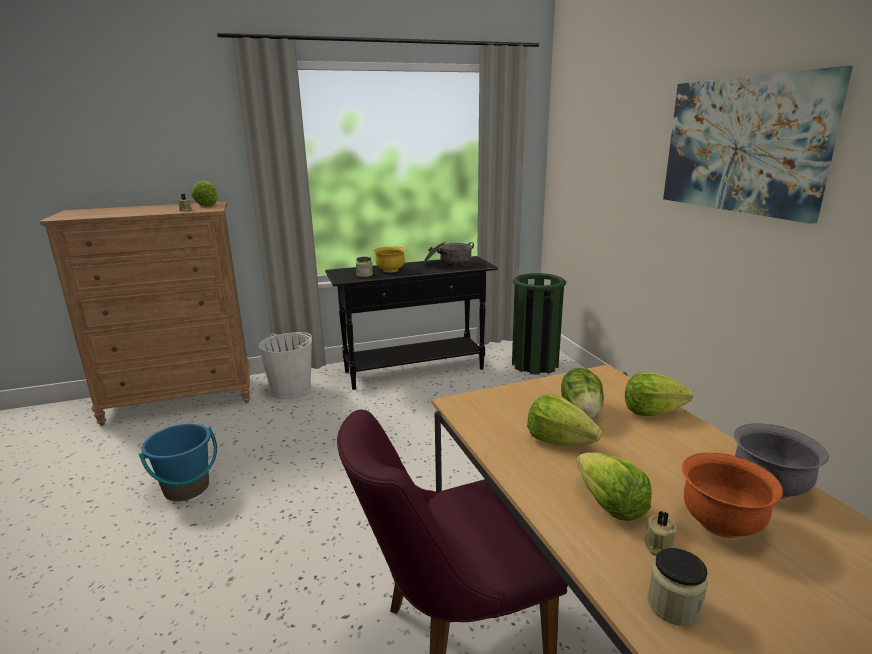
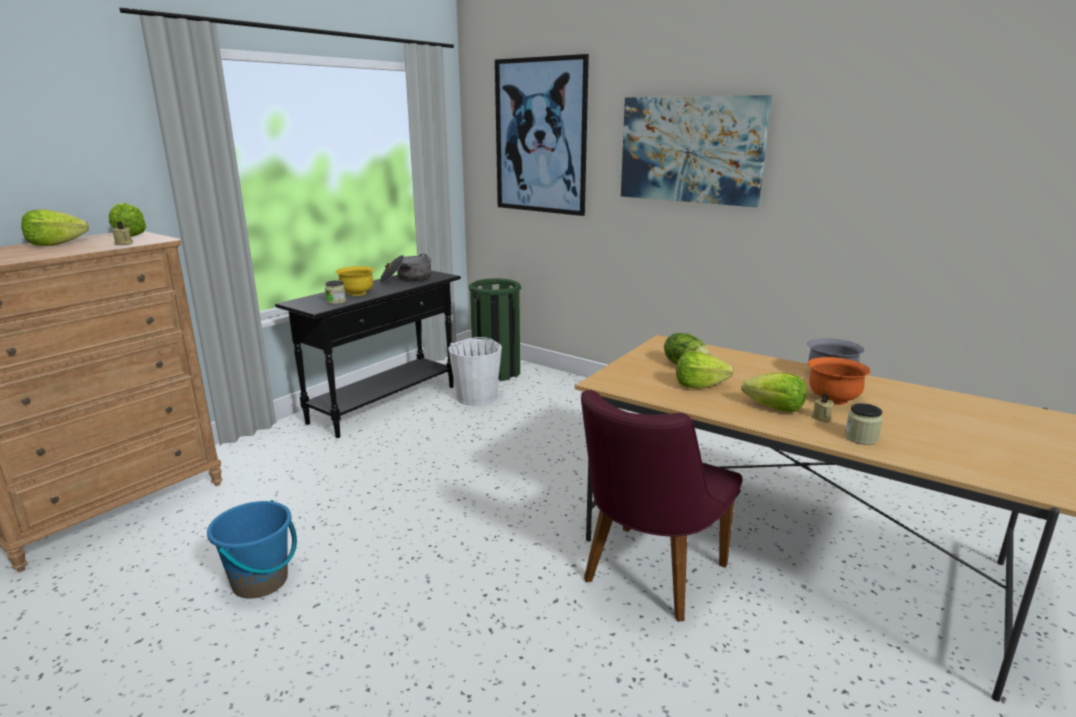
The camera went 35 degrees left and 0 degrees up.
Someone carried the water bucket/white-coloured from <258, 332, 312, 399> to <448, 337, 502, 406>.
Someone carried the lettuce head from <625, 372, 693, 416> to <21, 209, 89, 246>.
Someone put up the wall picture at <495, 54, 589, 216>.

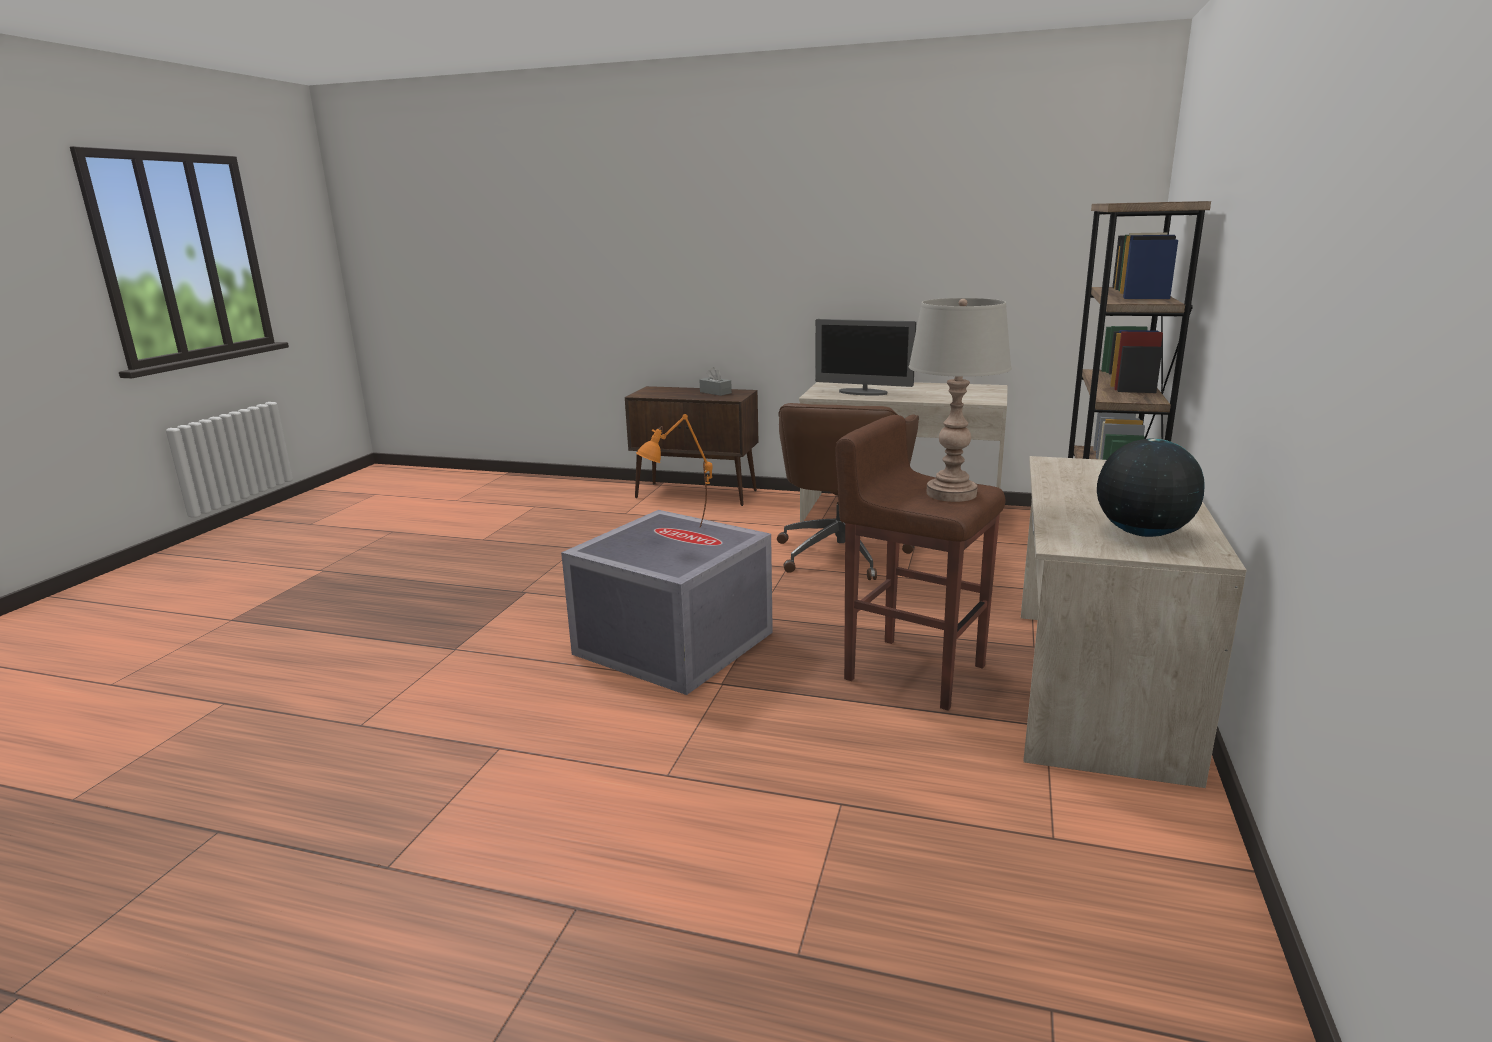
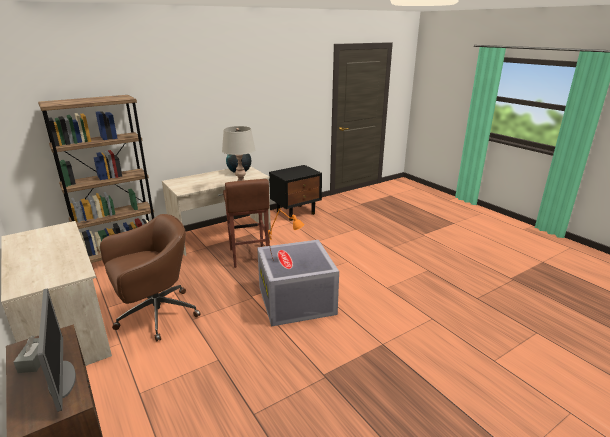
The camera went 140 degrees left and 5 degrees up.
Someone carried the monitor from <815, 319, 916, 396> to <37, 288, 76, 412>.
Someone put down the bedside table/black-coloured at <269, 165, 322, 221>.

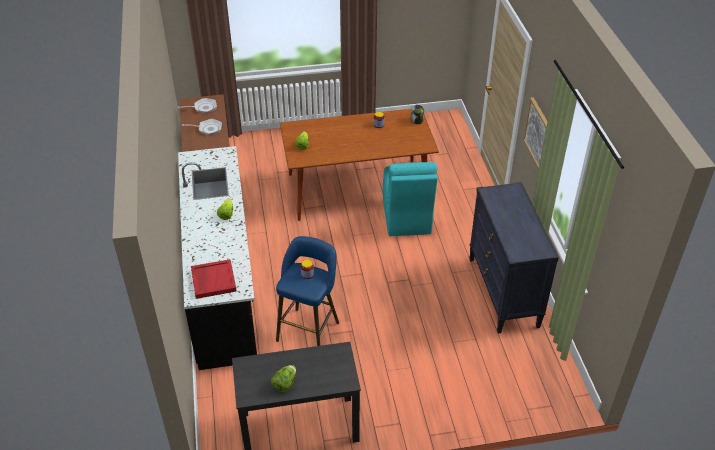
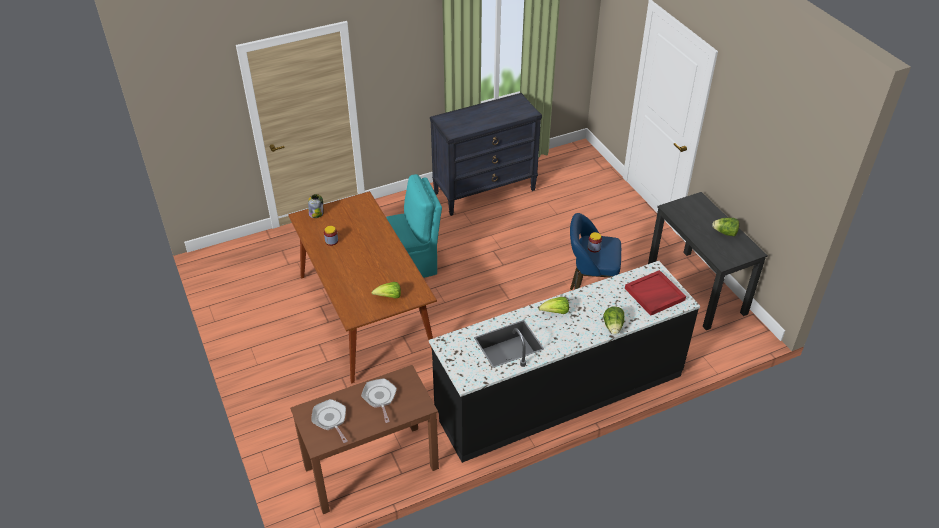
The camera went 105 degrees left and 0 degrees up.
Someone took away the wall picture at <523, 97, 547, 169>.
Someone put down the lettuce head at <603, 306, 625, 335>.

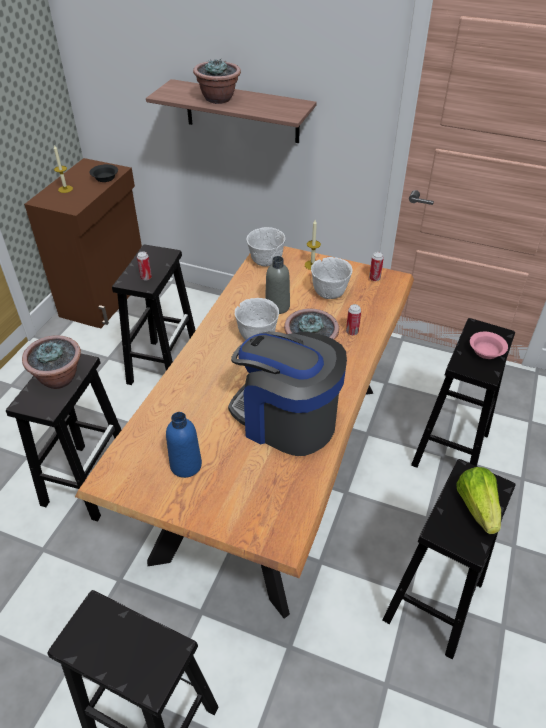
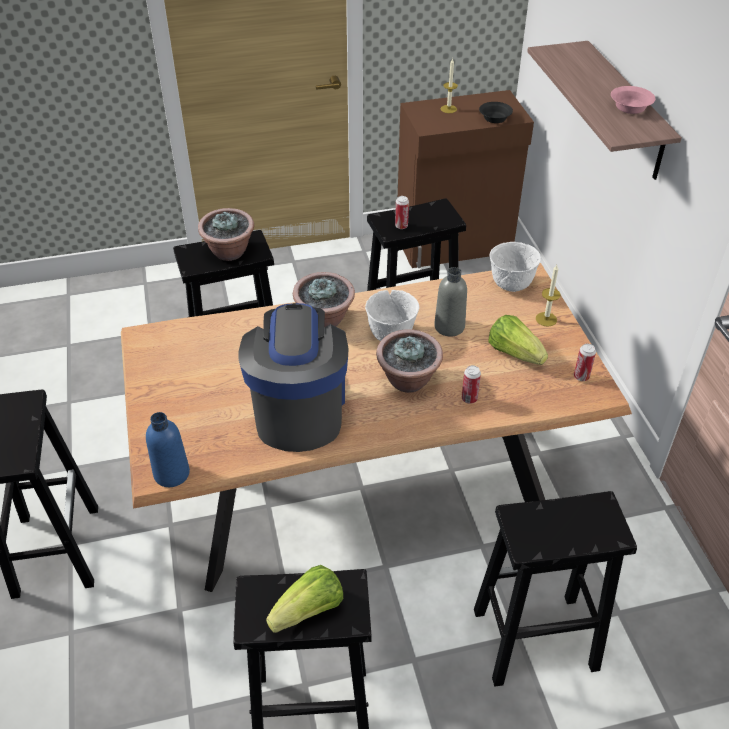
The camera went 55 degrees right and 0 degrees up.
Someone carried the beverage bottle/bluish from <166, 412, 202, 478> to <146, 412, 190, 487>.
Someone carried the plant in a pot from <193, 59, 241, 104> to <293, 272, 355, 328>.
Someone swapped the deep dish/white-coloured at <311, 257, 353, 299> for the lettuce head at <488, 315, 548, 365>.
Someone carried the deep dish/pinkish from <470, 332, 508, 359> to <611, 86, 656, 114>.

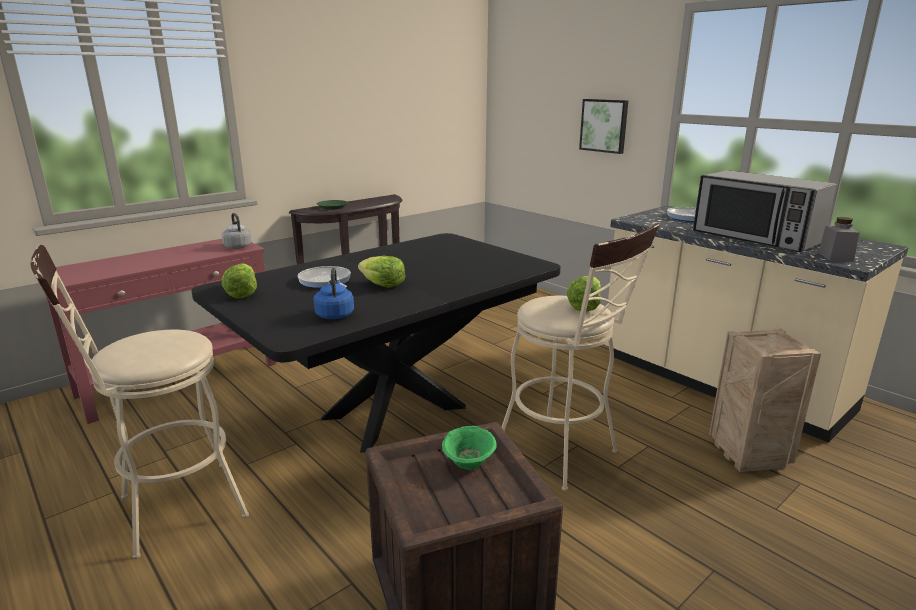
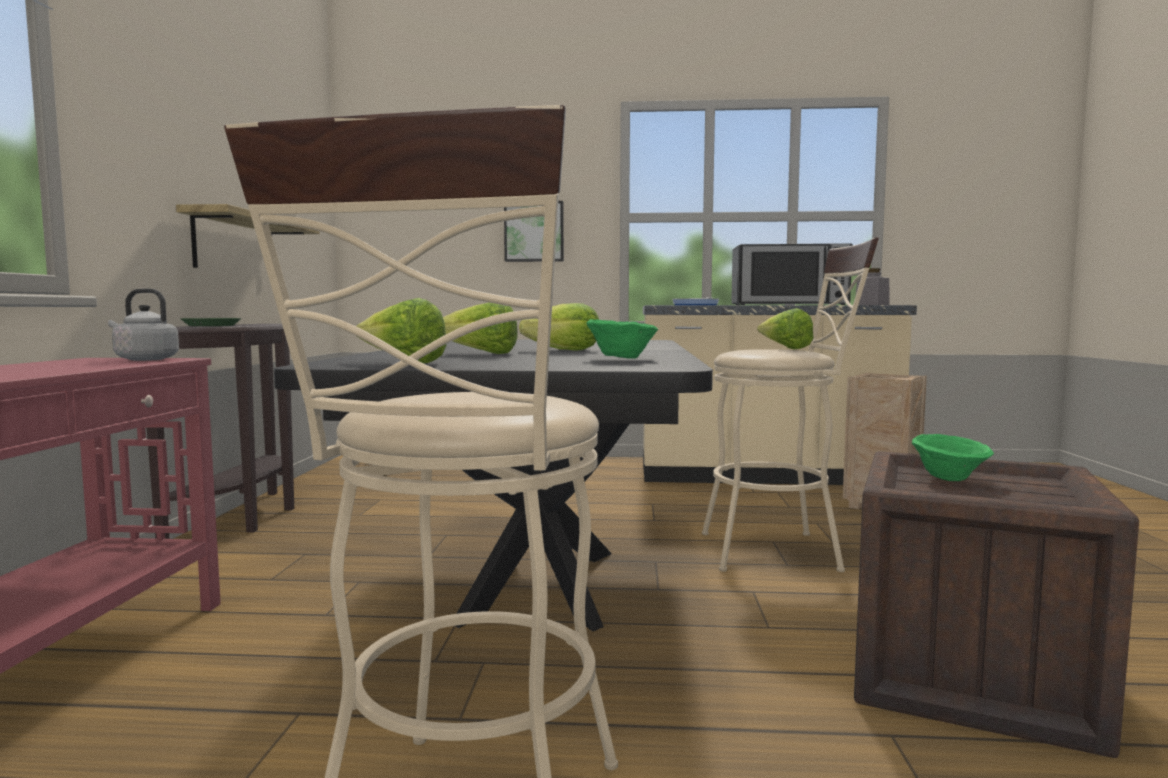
The camera went 45 degrees left and 15 degrees down.
Someone swapped the pan at <298, 266, 351, 288> for the lettuce head at <443, 302, 518, 354>.
Someone swapped the tea kettle/bluish at <314, 268, 354, 319> for the deep dish/green-coloured at <586, 319, 658, 359>.
Someone put up the wall shelf at <176, 204, 320, 268>.

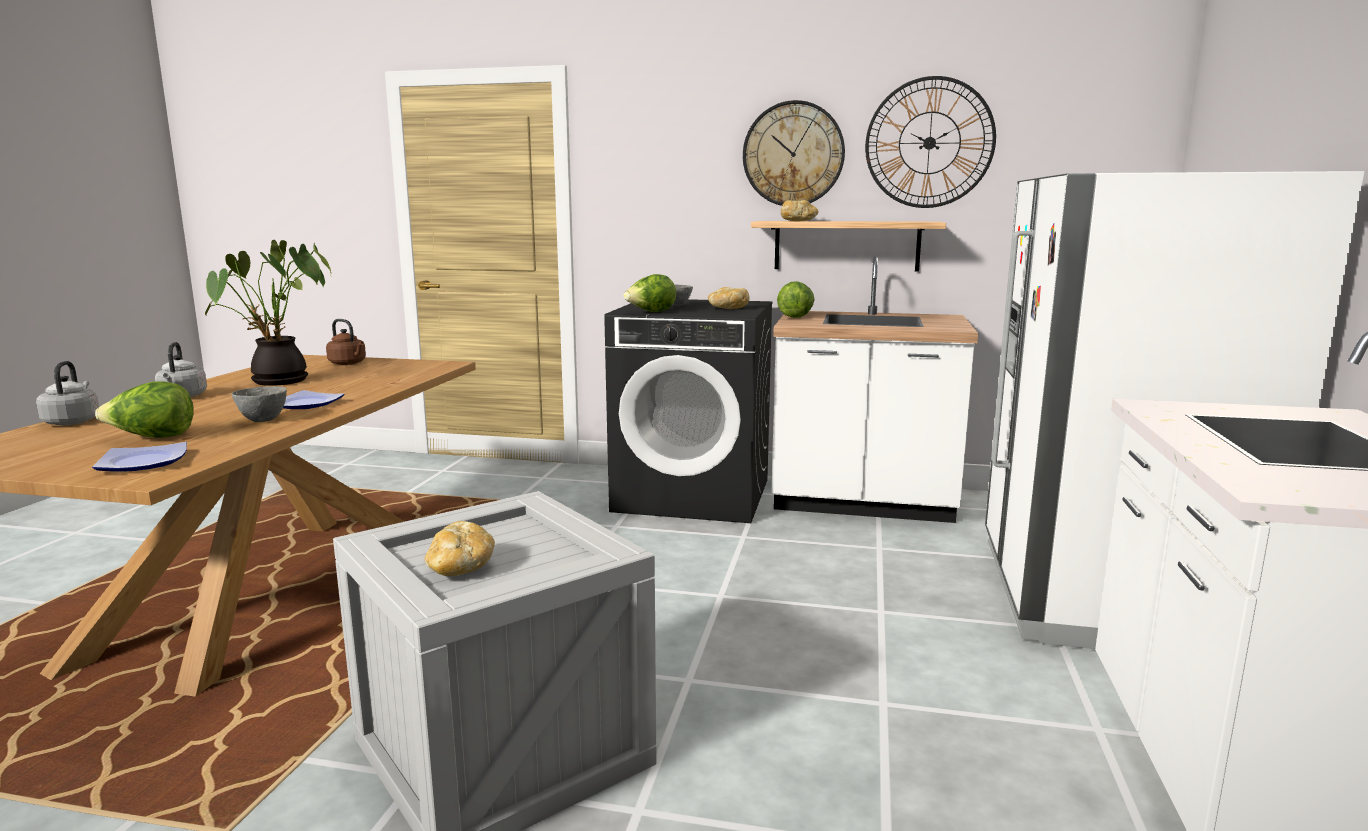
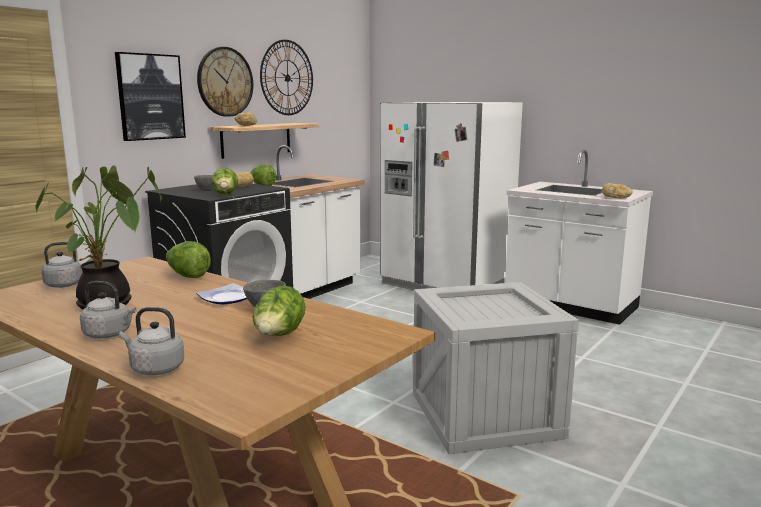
The camera went 65 degrees left and 0 degrees up.
Someone took away the flat dish at <92, 442, 187, 472>.
Someone repainted the tea kettle/brownish at <326, 319, 366, 365>, which became the tea kettle/gray at <42, 242, 93, 288>.
Someone carried the bread from <425, 521, 495, 576> to <602, 183, 633, 199>.
Someone put up the wall picture at <115, 52, 186, 141>.
Someone put down the lettuce head at <166, 241, 211, 278>.

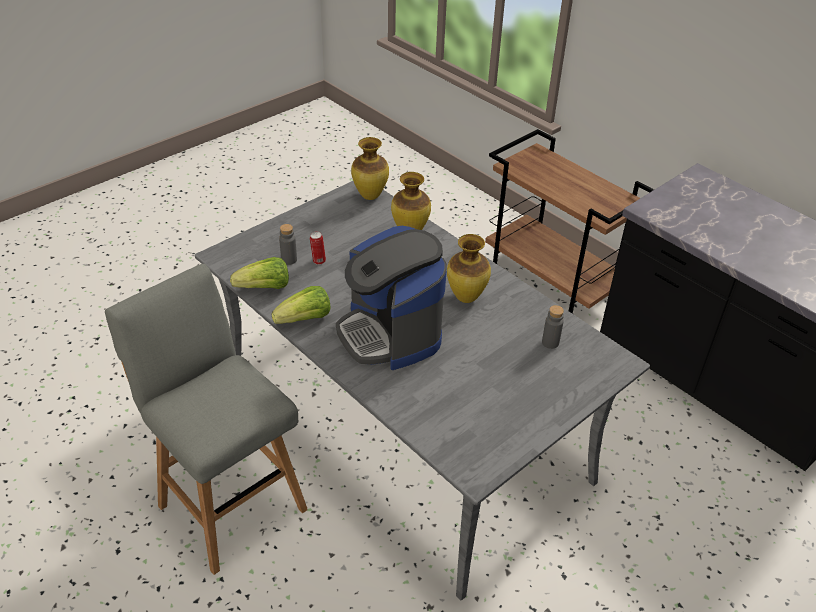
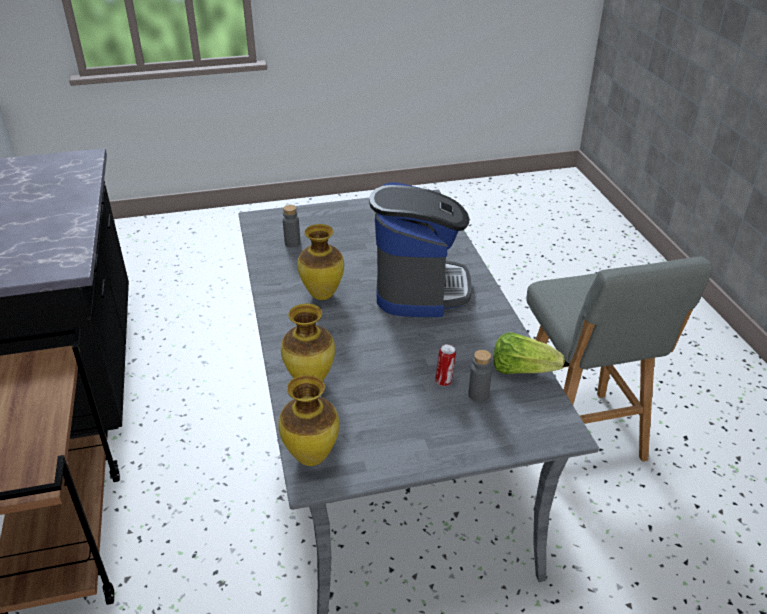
The camera went 150 degrees left and 5 degrees down.
Someone took away the lettuce head at <271, 286, 331, 324>.

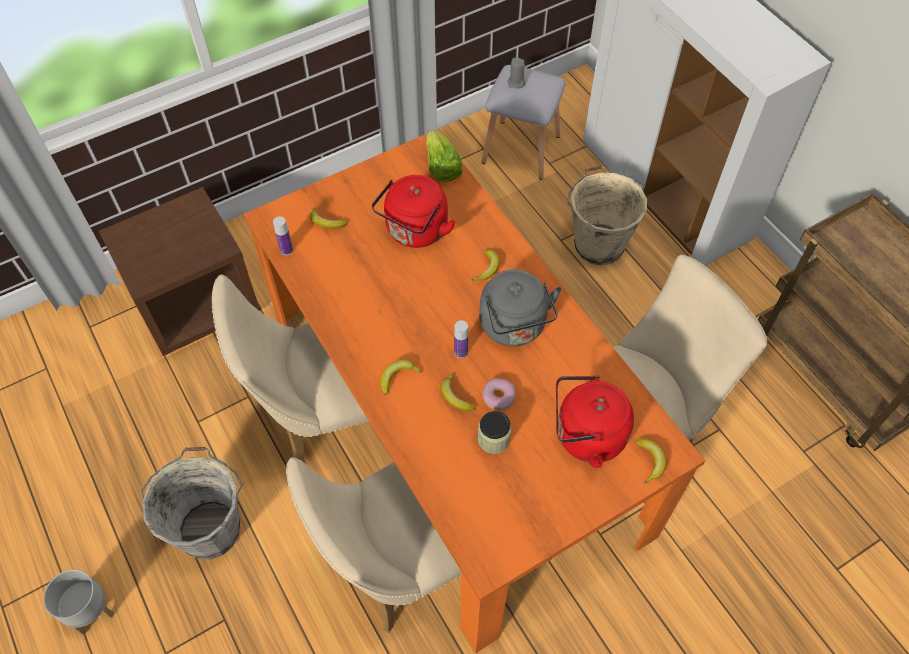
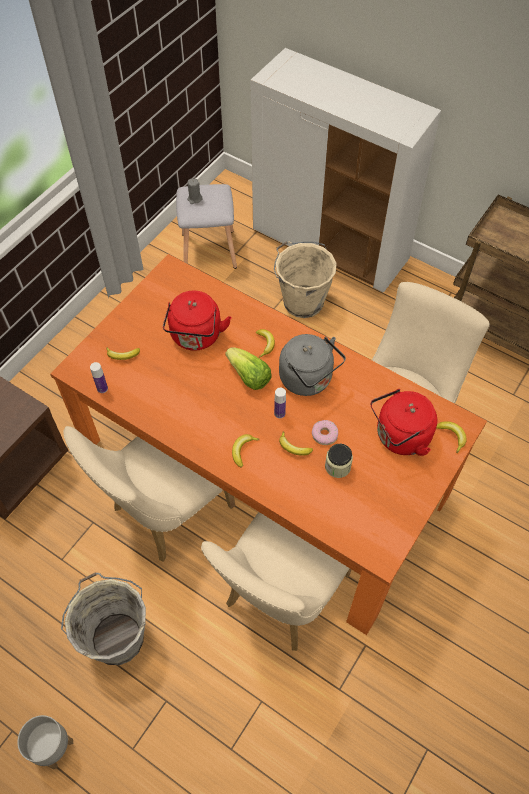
The camera went 25 degrees left and 0 degrees up.
Someone carried the lettuce head from <426, 130, 463, 182> to <226, 347, 272, 390>.

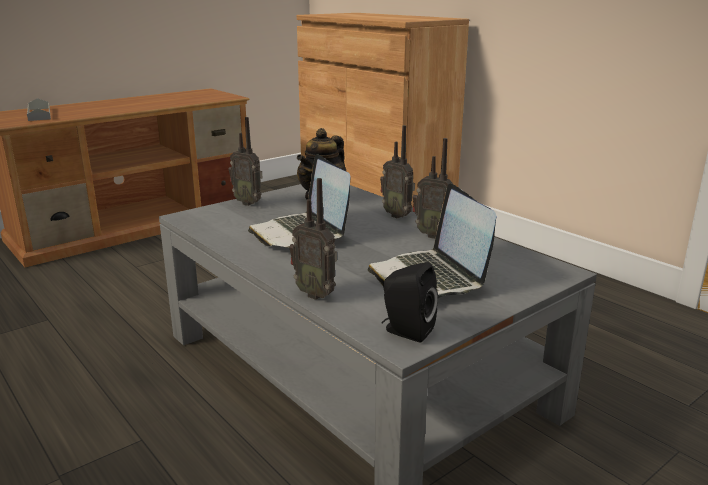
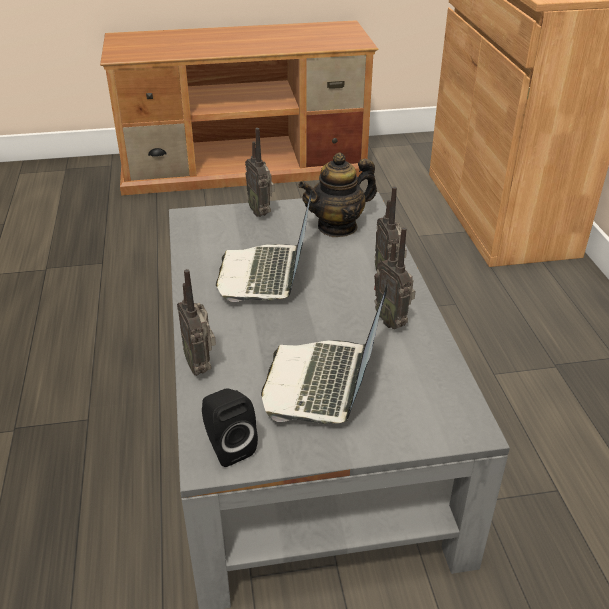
The camera went 30 degrees right and 15 degrees up.
Someone took away the serving tray/gray at <27, 98, 51, 121>.

